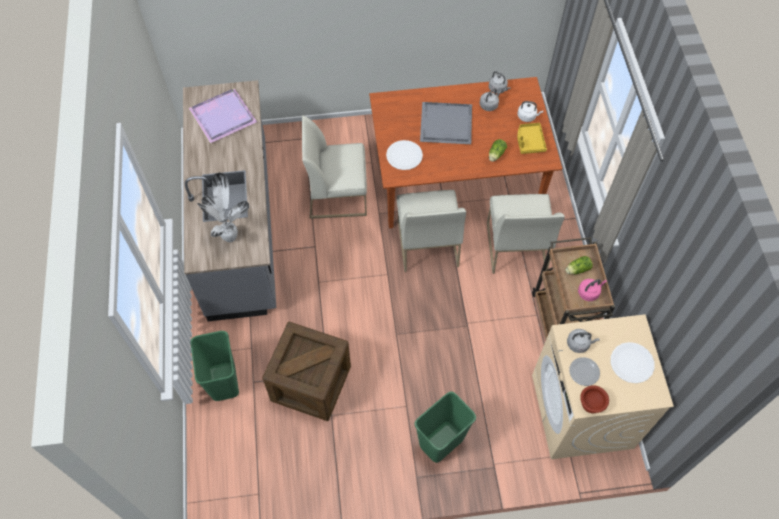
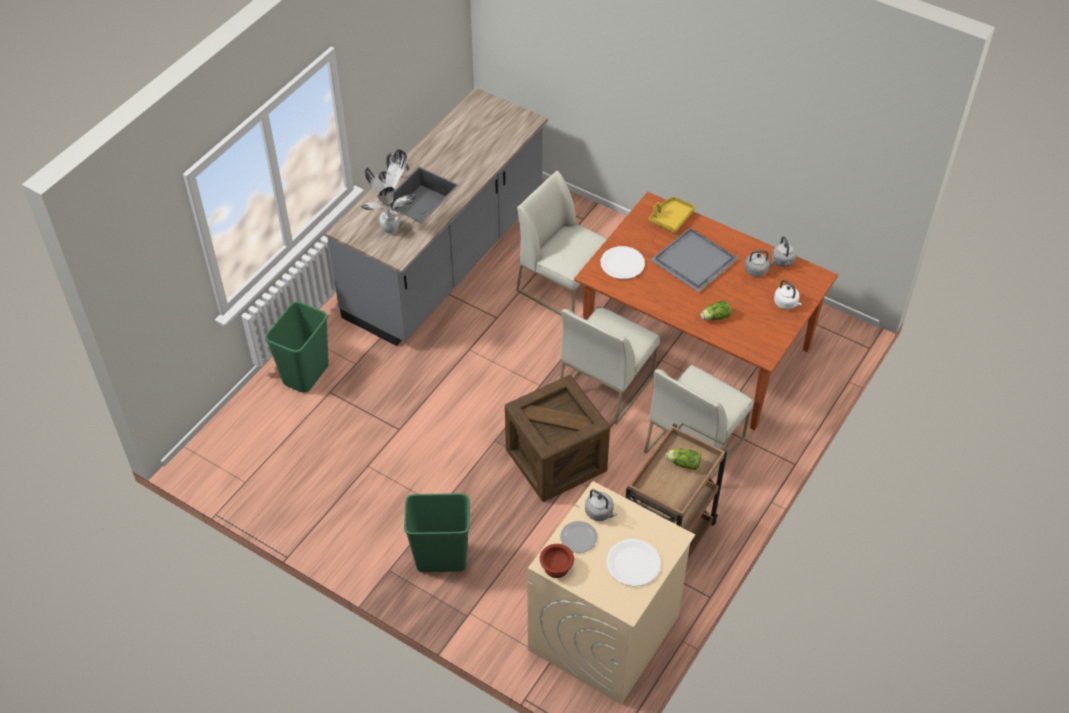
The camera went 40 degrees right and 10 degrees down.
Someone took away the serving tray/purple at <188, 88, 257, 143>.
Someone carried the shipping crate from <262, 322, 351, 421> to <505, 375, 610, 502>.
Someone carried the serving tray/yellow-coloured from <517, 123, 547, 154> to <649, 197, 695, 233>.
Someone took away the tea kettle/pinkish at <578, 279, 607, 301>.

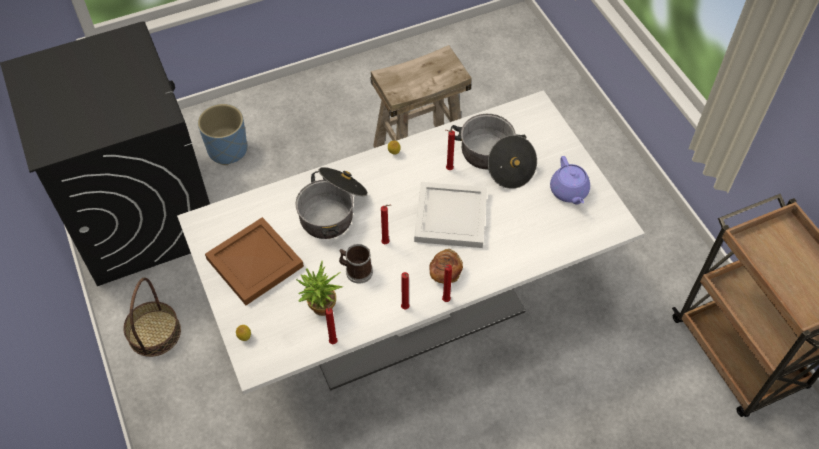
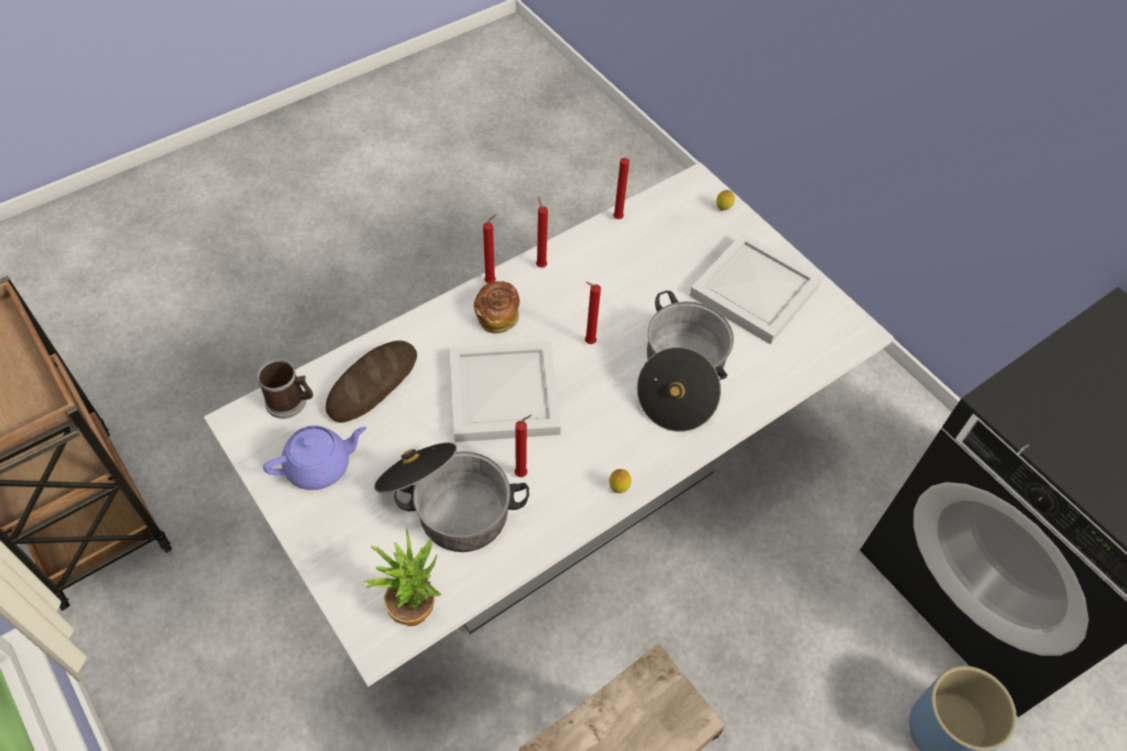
The camera went 165 degrees right and 0 degrees up.
Someone took away the storage basket at <123, 277, 181, 357>.
Someone repainted the serving tray/brownish at <205, 217, 304, 305>, which became the serving tray/white-coloured at <690, 233, 822, 345>.
Someone carried the plant in a pot from <296, 261, 343, 316> to <364, 528, 441, 626>.
Someone carried the coffee mug from <339, 244, 373, 283> to <257, 359, 313, 419>.
Someone rotated the pot for tea/purple at <550, 156, 590, 204> by 90 degrees clockwise.
Someone put down the bread at <326, 341, 417, 423>.

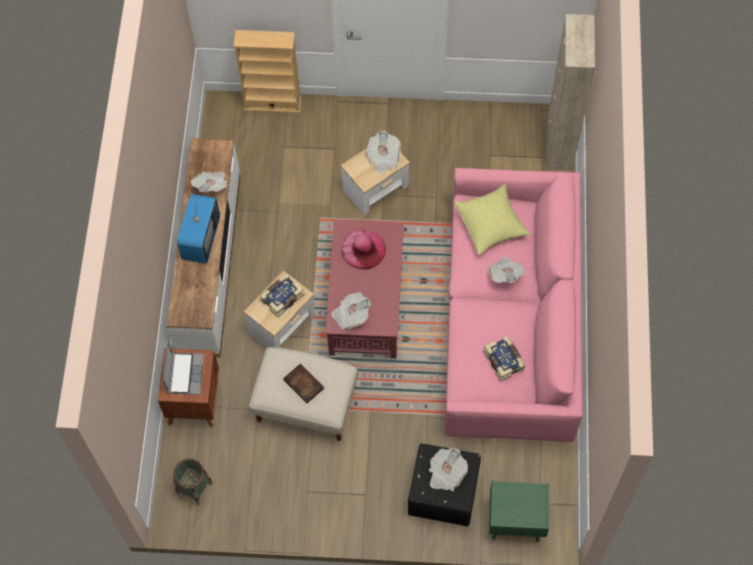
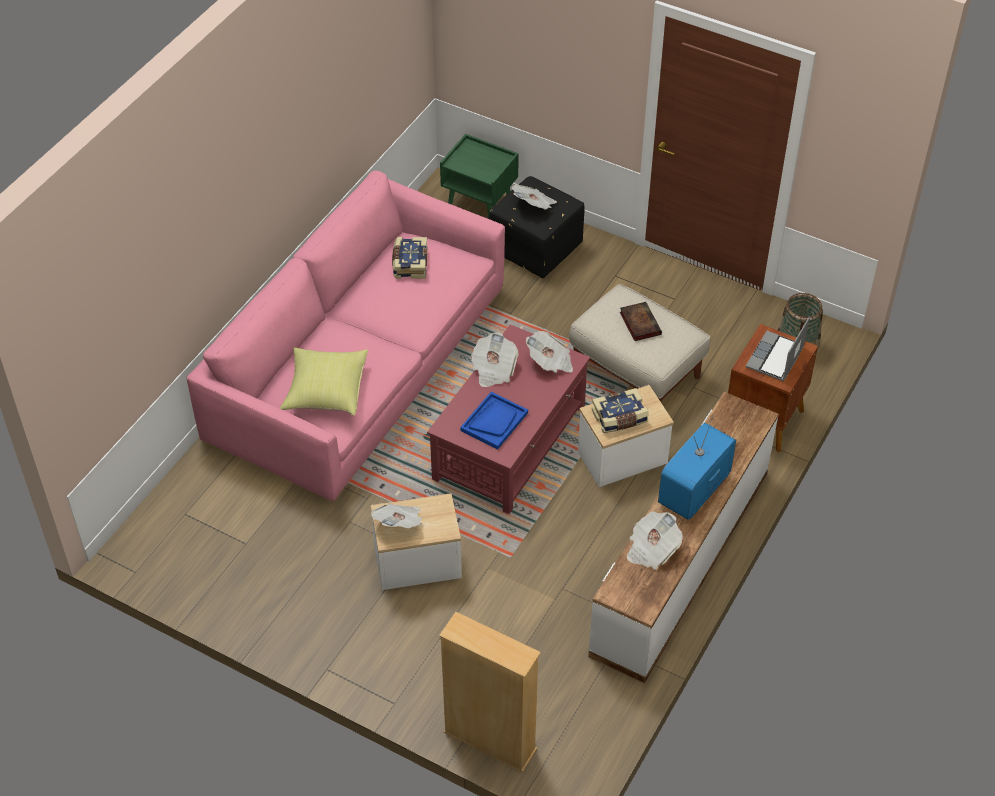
The camera went 155 degrees left and 15 degrees down.
Someone swapped the clothing hat/pinkish at <341, 230, 386, 269> for the serving tray/bluish at <460, 392, 528, 449>.
Someone carried the printed paper from <488, 257, 525, 283> to <471, 332, 519, 387>.
Someone took away the storage cabinet/sand-coloured at <547, 14, 595, 170>.

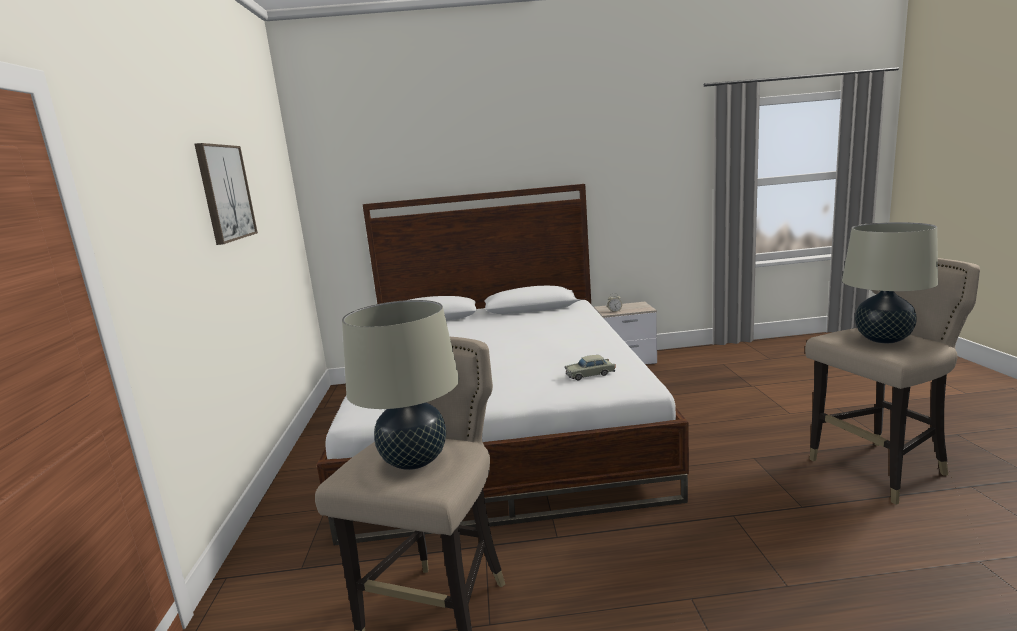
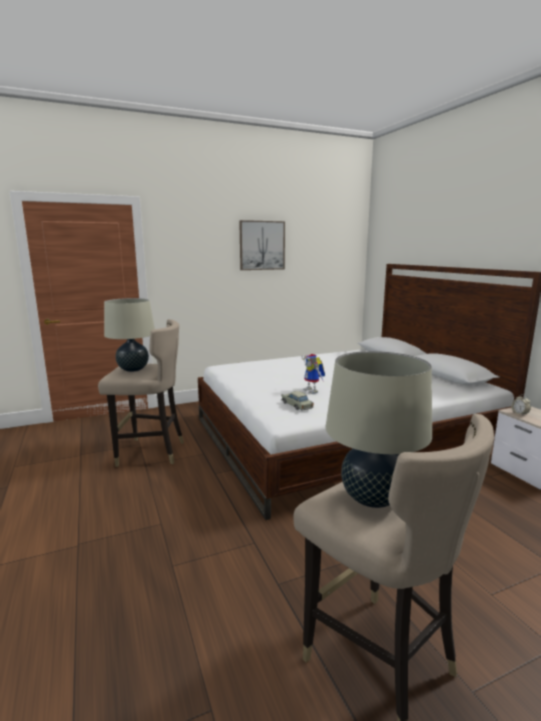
The camera went 70 degrees right and 0 degrees up.
Someone put down the model robot at <301, 354, 325, 394>.

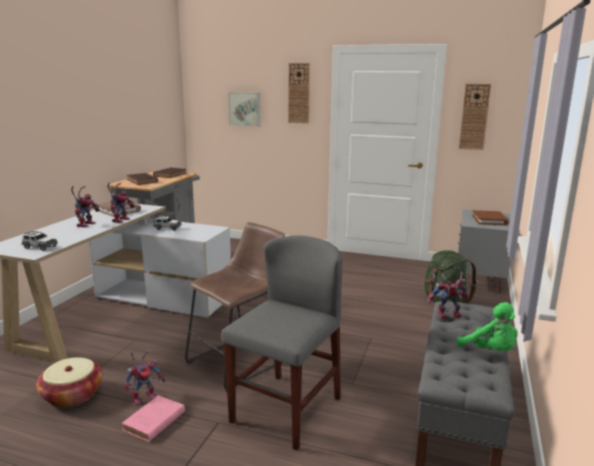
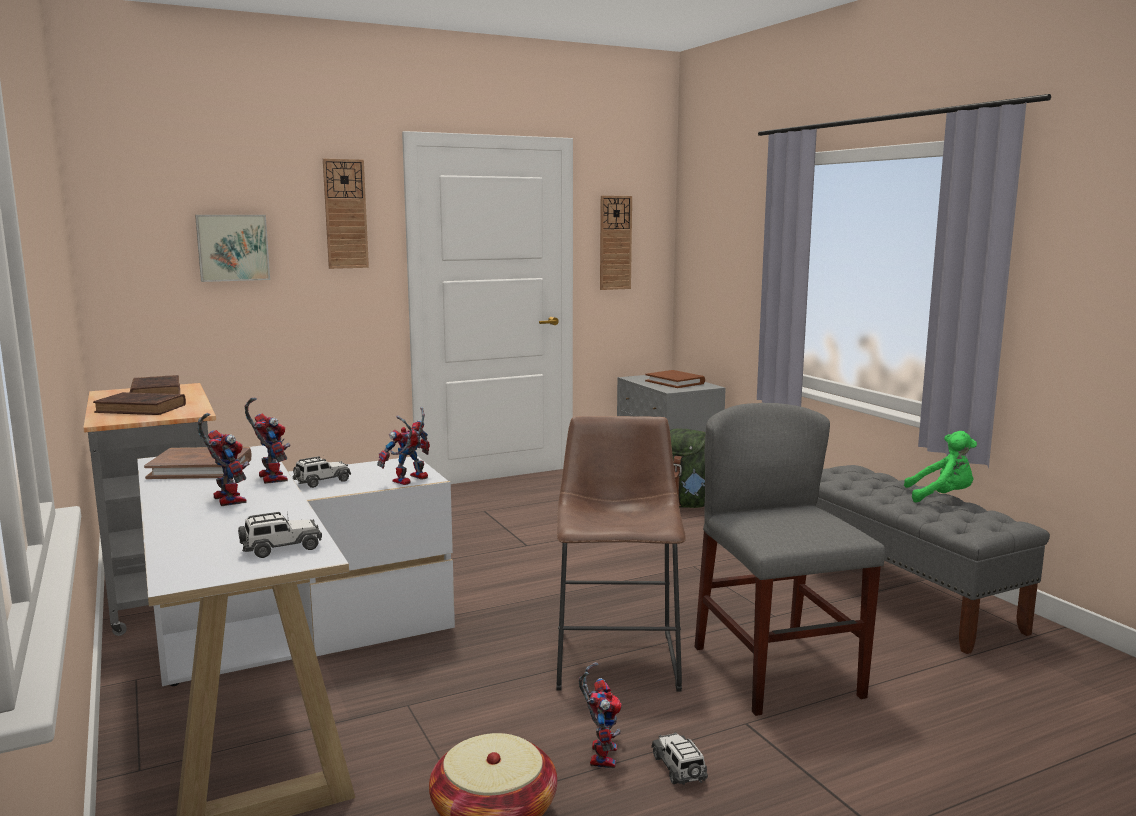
The camera went 45 degrees left and 5 degrees down.
Someone swapped the volume/pinkish at <122, 395, 185, 442> for the toy car at <651, 732, 708, 785>.
Someone carried the model robot from <427, 272, 468, 319> to <377, 407, 430, 485>.

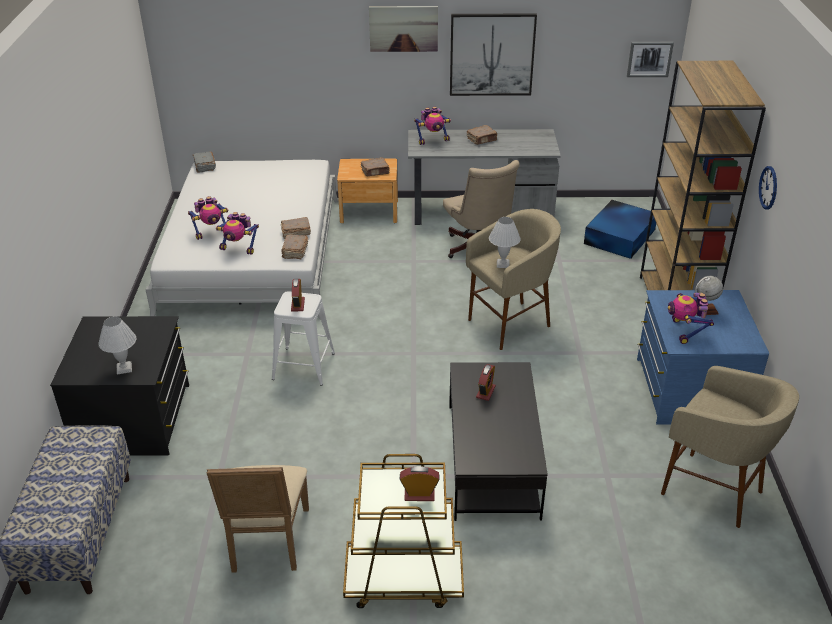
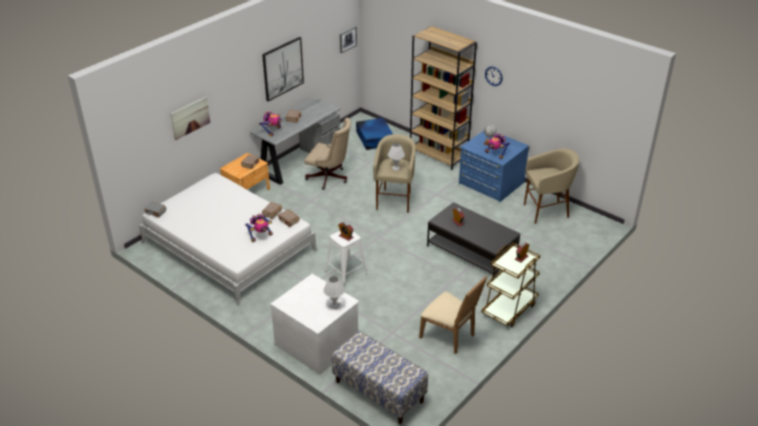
The camera went 50 degrees left and 0 degrees up.
Someone repainted the drawer chest/black-coloured at <50, 316, 189, 456>, which became the drawer chest/white-coloured at <271, 274, 359, 375>.
Someone took away the model robot at <188, 196, 228, 240>.
Someone carried the wall picture from <369, 6, 438, 52> to <171, 97, 210, 140>.

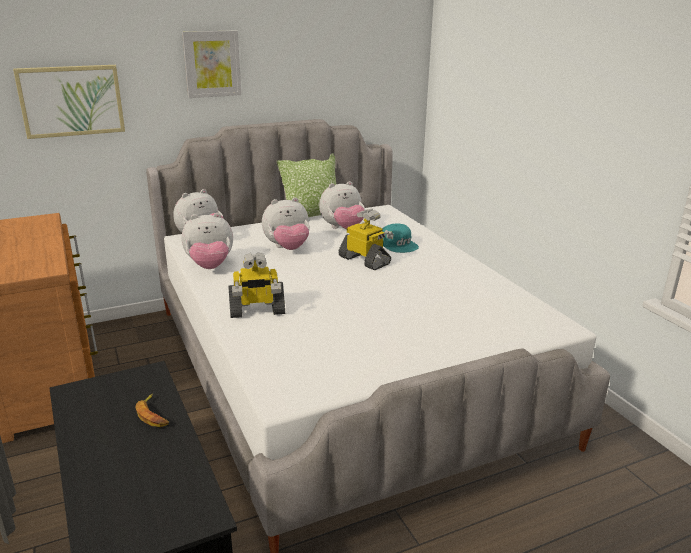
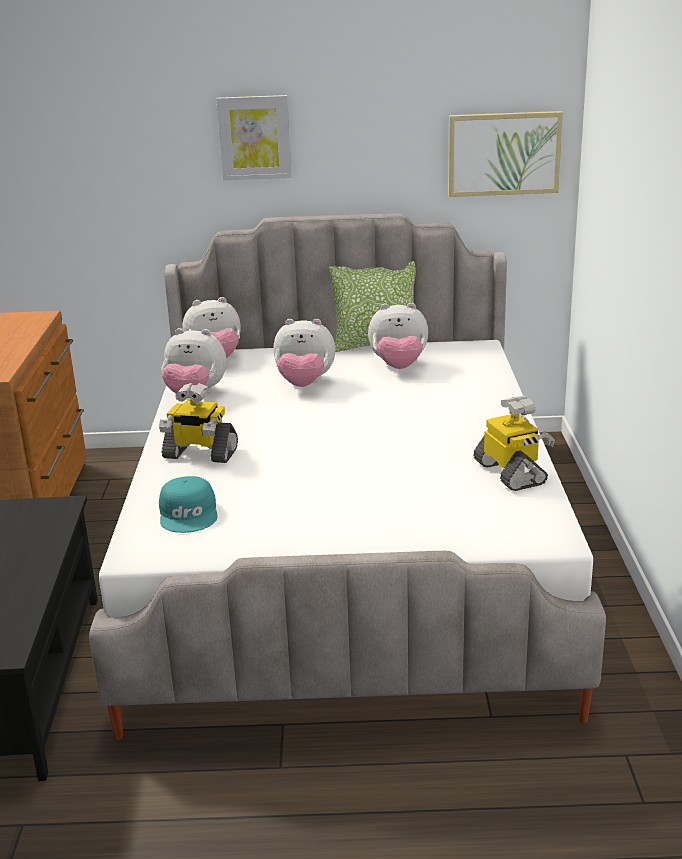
The camera went 25 degrees right and 0 degrees up.
Someone carried the wall picture from <13, 65, 125, 139> to <448, 111, 563, 197>.
Someone took away the whole banana at <135, 394, 169, 427>.
Someone carried the model robot from <338, 209, 394, 270> to <474, 396, 555, 491>.
Someone carried the baseball cap/blue-green from <383, 223, 419, 253> to <159, 476, 218, 533>.

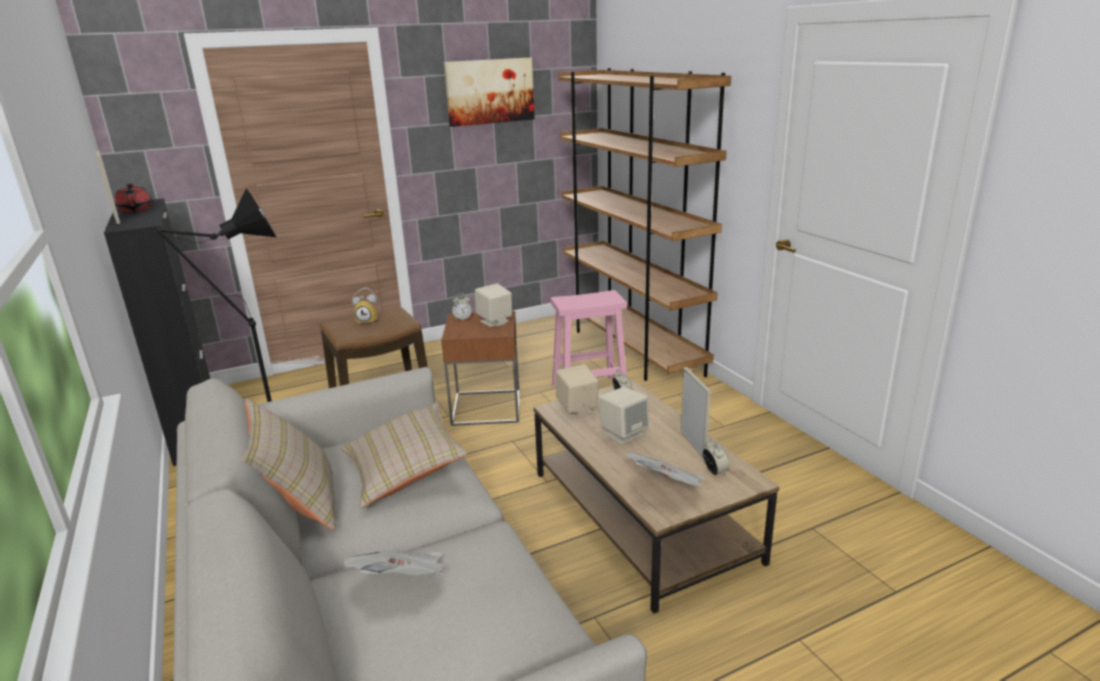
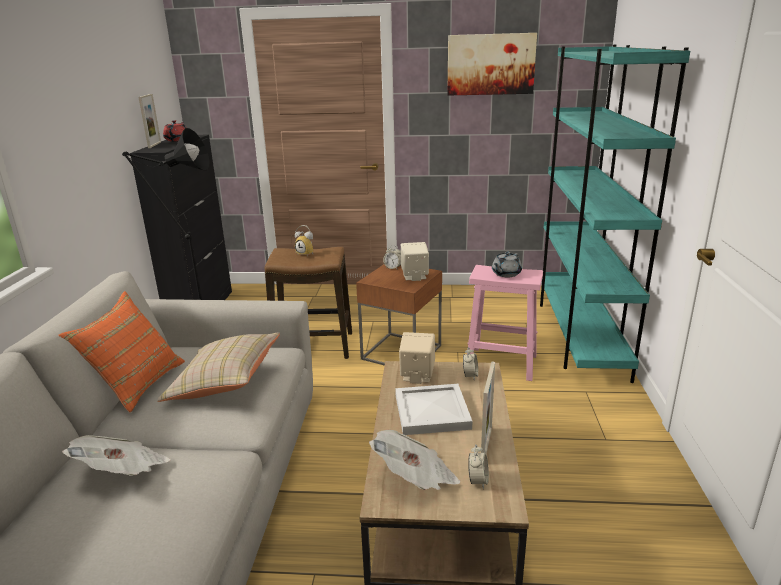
The camera went 30 degrees right and 0 degrees up.
Someone repainted the throw pillow/sand-coloured at <238, 398, 336, 531>, which became the throw pillow/orangey at <59, 291, 185, 412>.
Someone repainted the bookshelf/brownish at <558, 68, 731, 381>, which became the bookshelf/blue-green at <540, 45, 690, 383>.
Someone swapped the loudspeaker/sand-coloured at <599, 387, 649, 444> for the serving tray/white-coloured at <395, 384, 473, 435>.
Someone put down the pot for tea/gray at <492, 252, 522, 277>.

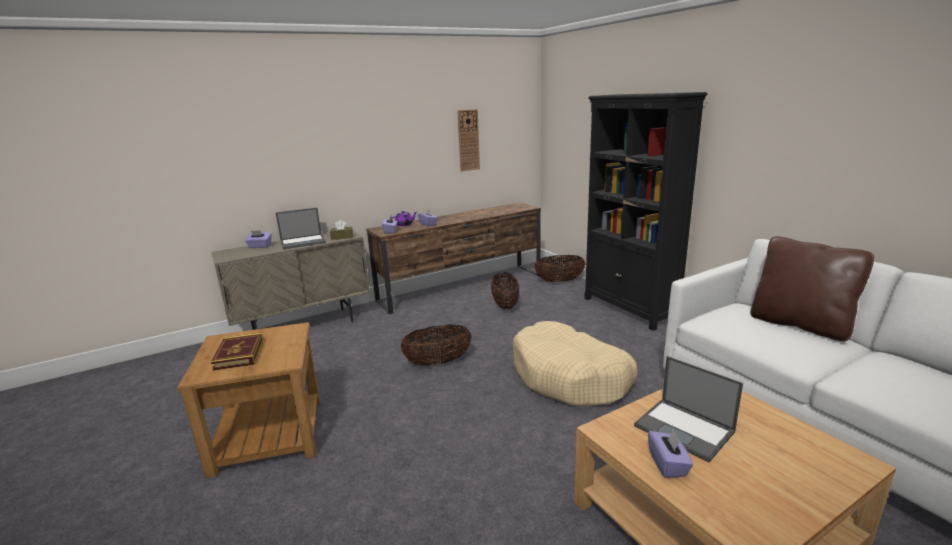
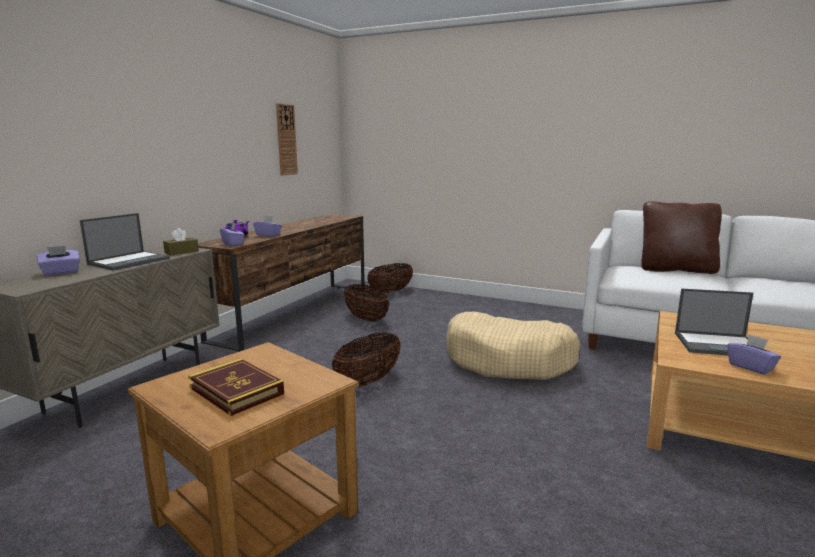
The camera went 35 degrees left and 5 degrees down.
Someone took away the bookshelf/black-coloured at <584, 92, 707, 331>.

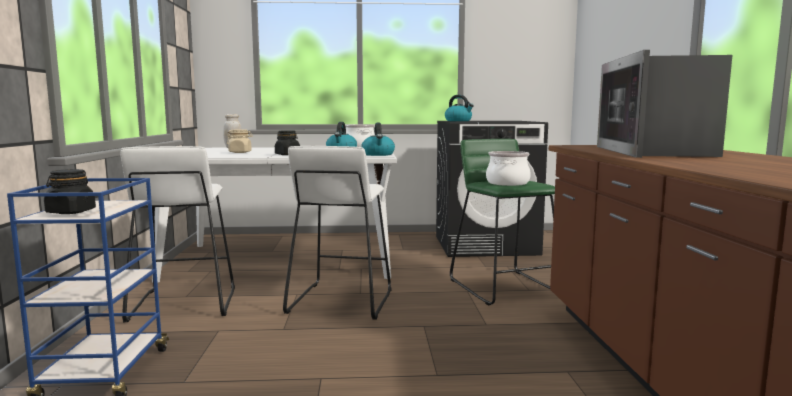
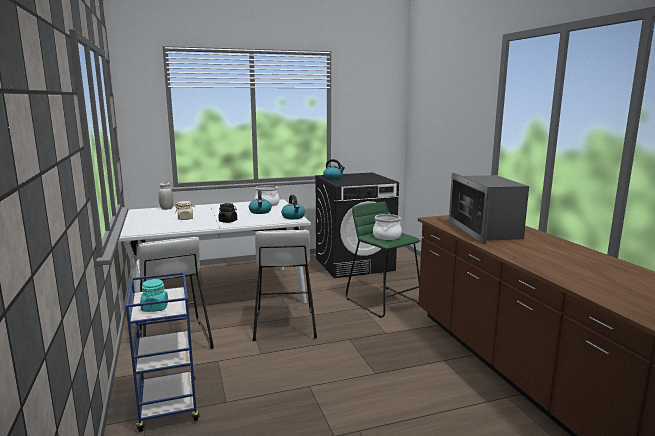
The camera went 15 degrees left and 5 degrees up.
Someone repainted the preserve jar/black-coloured at <44, 169, 96, 214>, which became the preserve jar/blue-green at <140, 279, 168, 312>.

